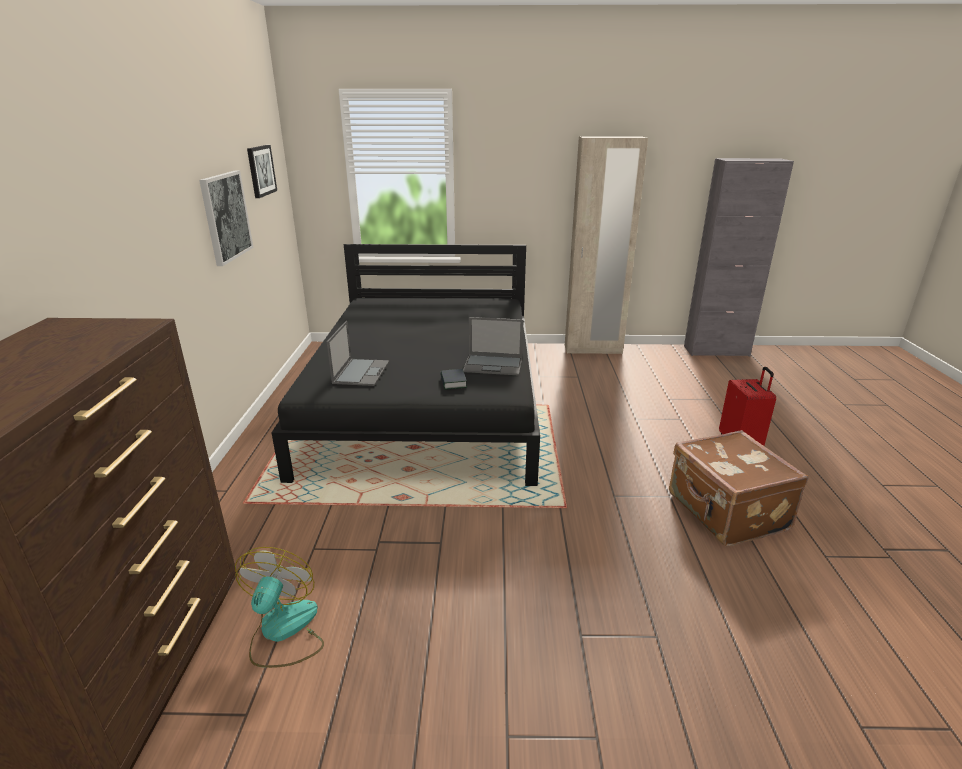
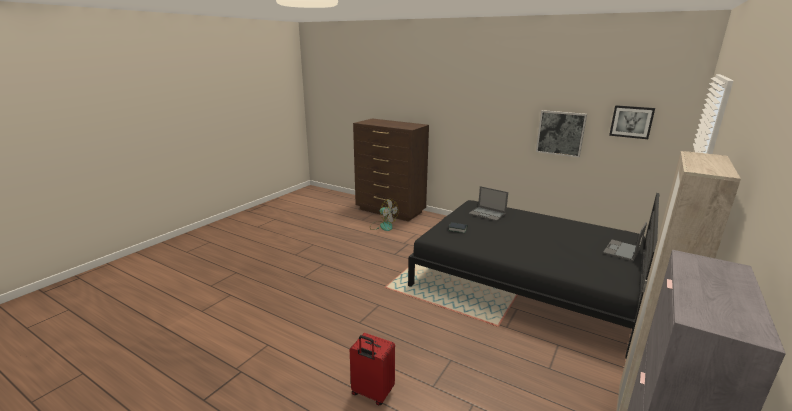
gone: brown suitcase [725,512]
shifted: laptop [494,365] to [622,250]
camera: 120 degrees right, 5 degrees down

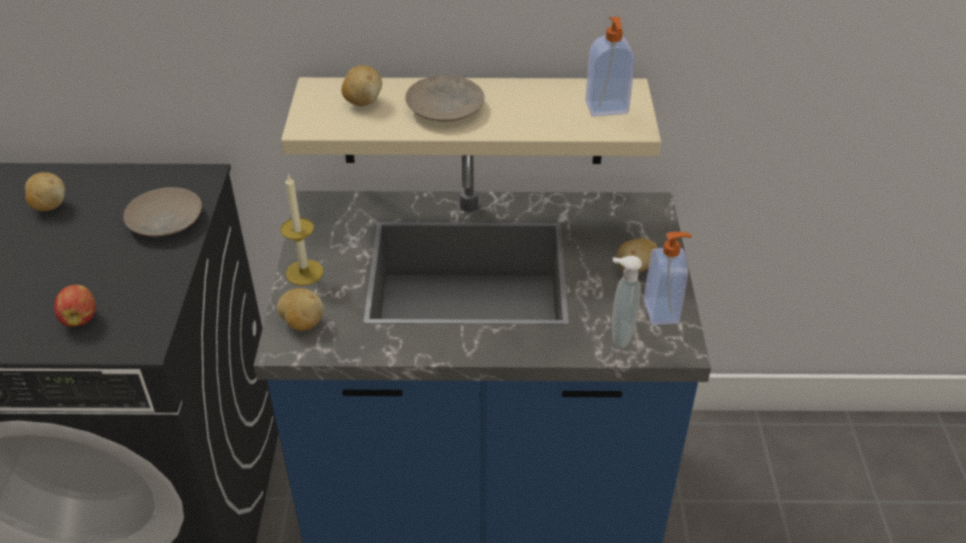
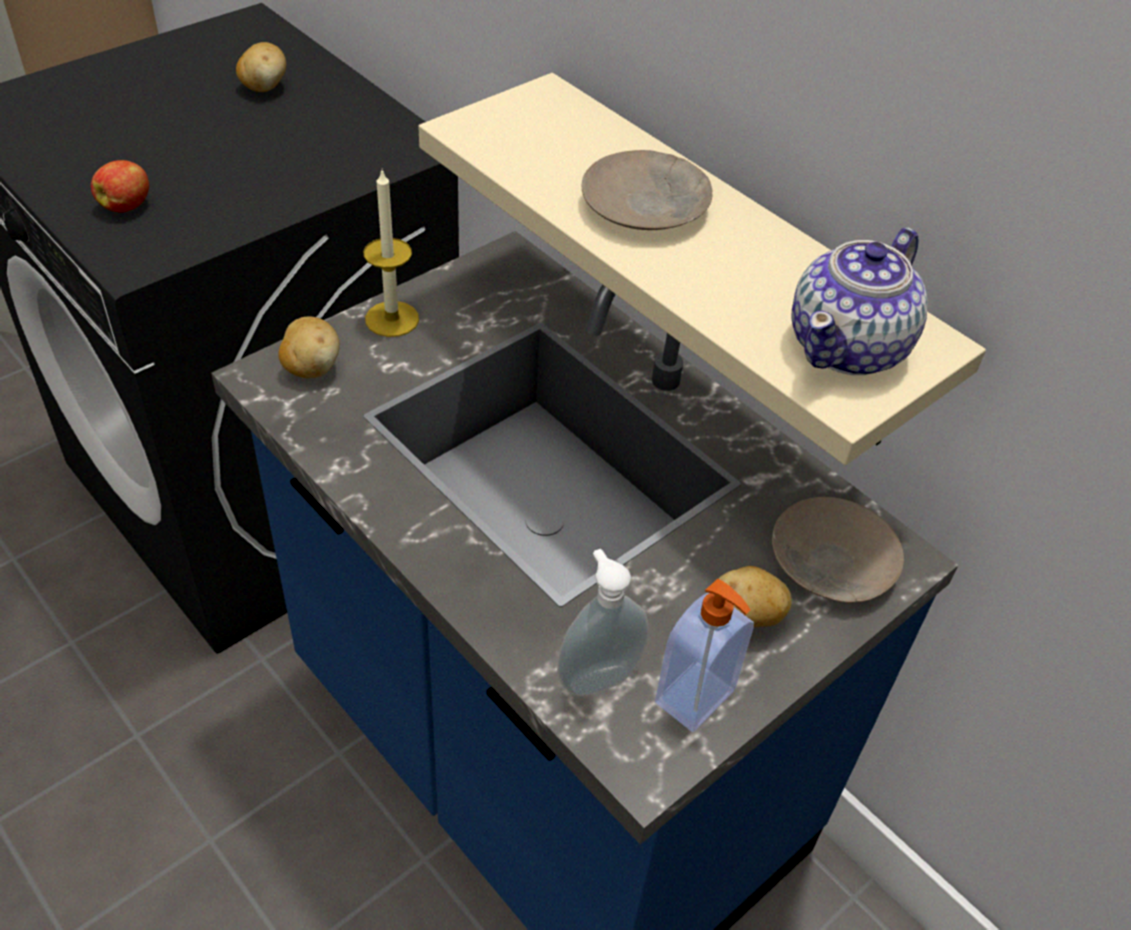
gone: potato [362,101]
shifted: beige plate [165,221] to [832,561]
swapped: soap dispenser [607,109] to teapot [849,347]
camera: 45 degrees right, 5 degrees up

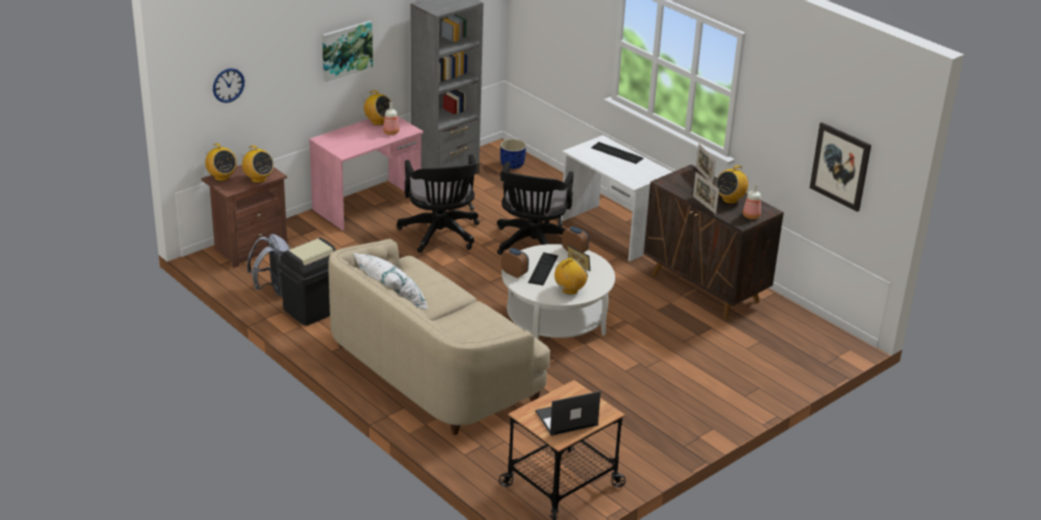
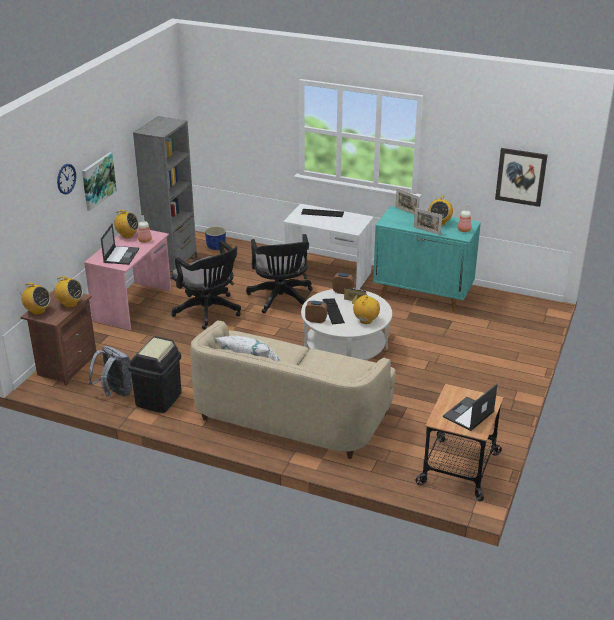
new: laptop [121,255]
shifted: wall clock [228,85] to [66,179]
repainted: brown cabinet [705,288] to turquoise cabinet [423,295]
camera: 25 degrees left, 0 degrees up

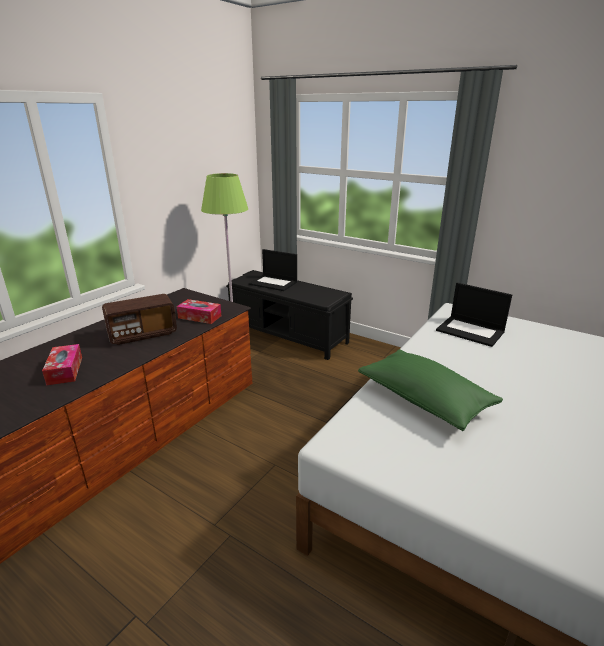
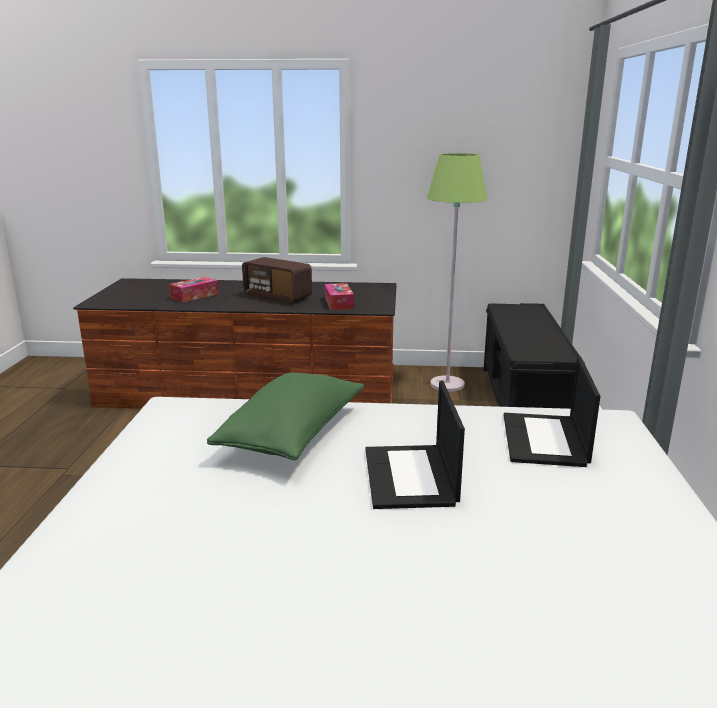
shifted: laptop [274,283] to [411,477]
camera: 60 degrees right, 5 degrees down

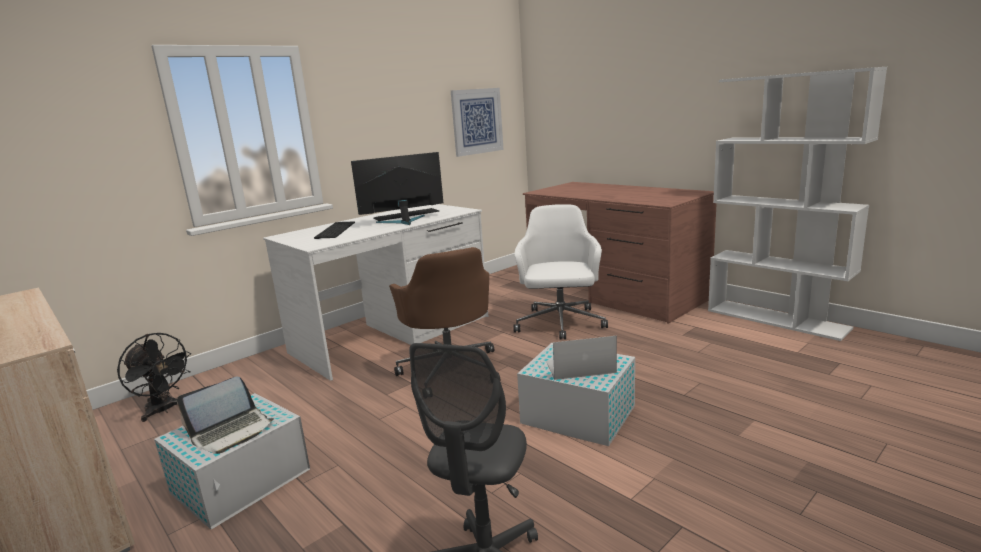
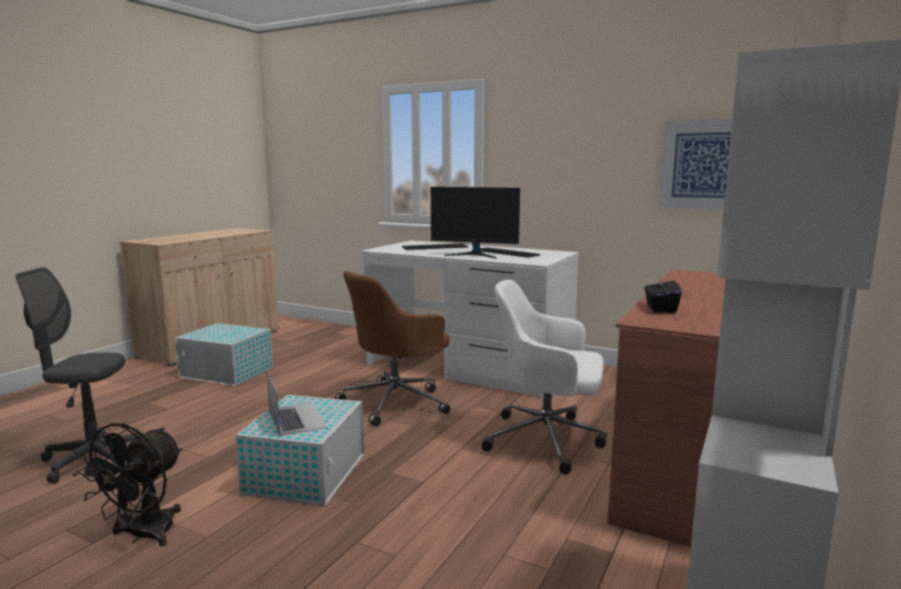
gone: laptop [232,432]
new: black tissue box [660,308]
shifted: black fan [163,410] to [143,535]
rotated: monitor [404,221] = [474,254] 150 degrees clockwise; white office chair [560,324] = [547,440] 150 degrees counterclockwise
camera: 70 degrees right, 5 degrees down

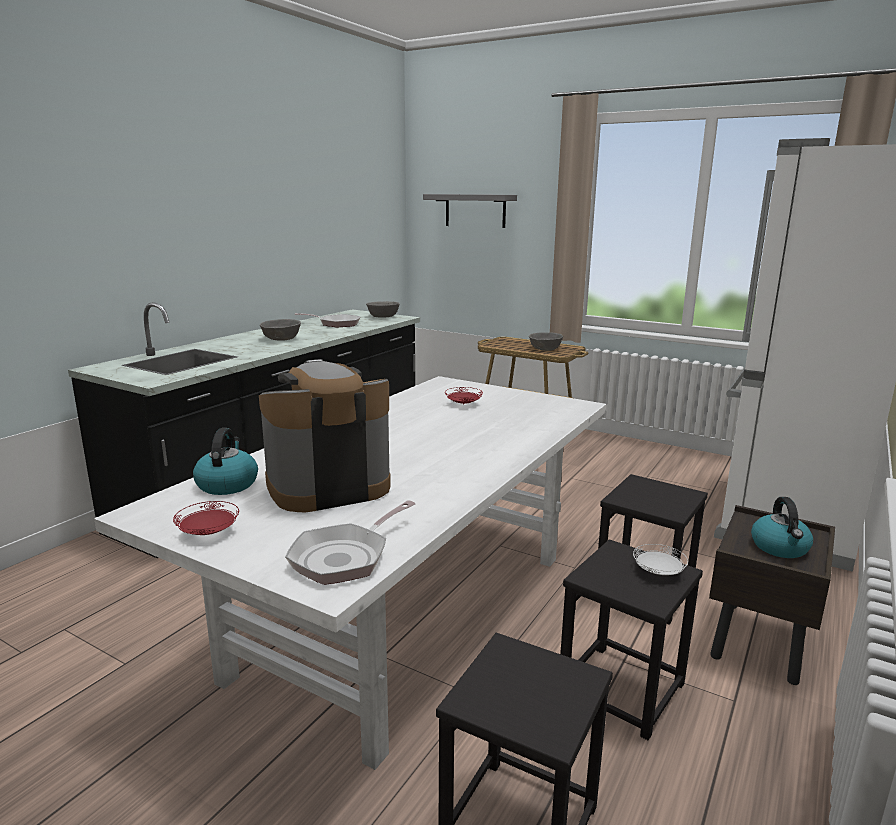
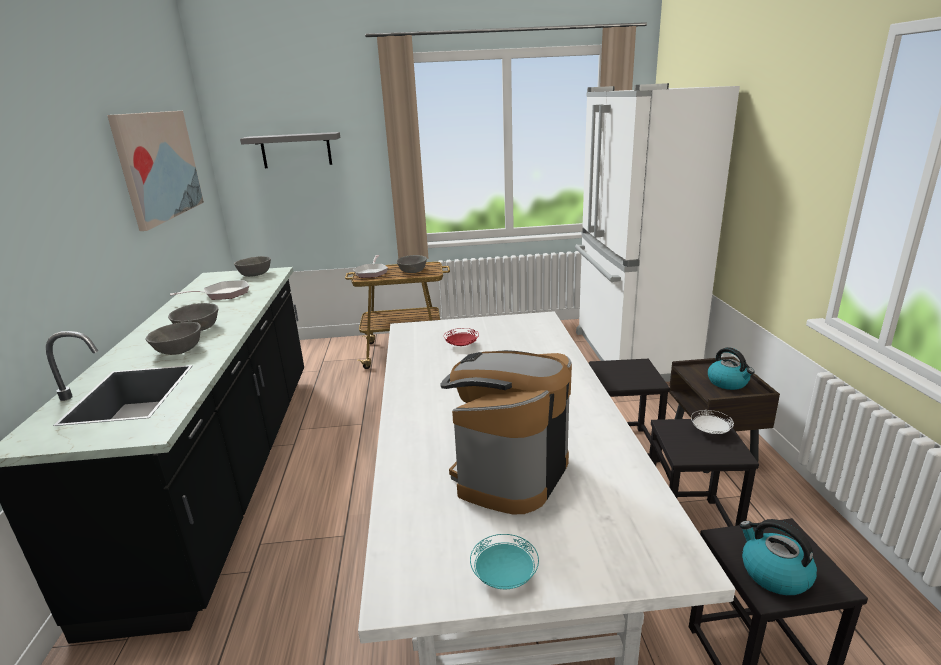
new: picture [158,165]; grey bowl [178,350]
shifted: kettle [227,484] to [774,573]; frying pan [345,557] to [371,272]
repainted: red plate [208,533] to turquoise plate [504,575]
camera: 35 degrees left, 5 degrees up

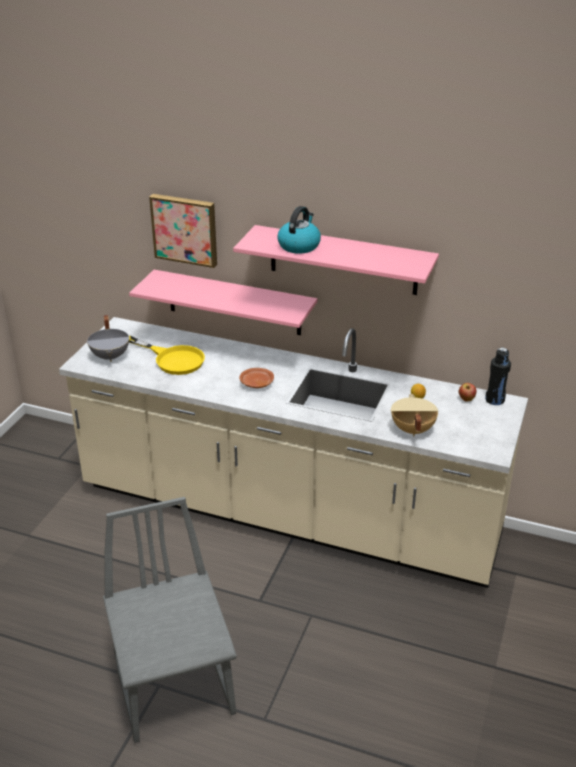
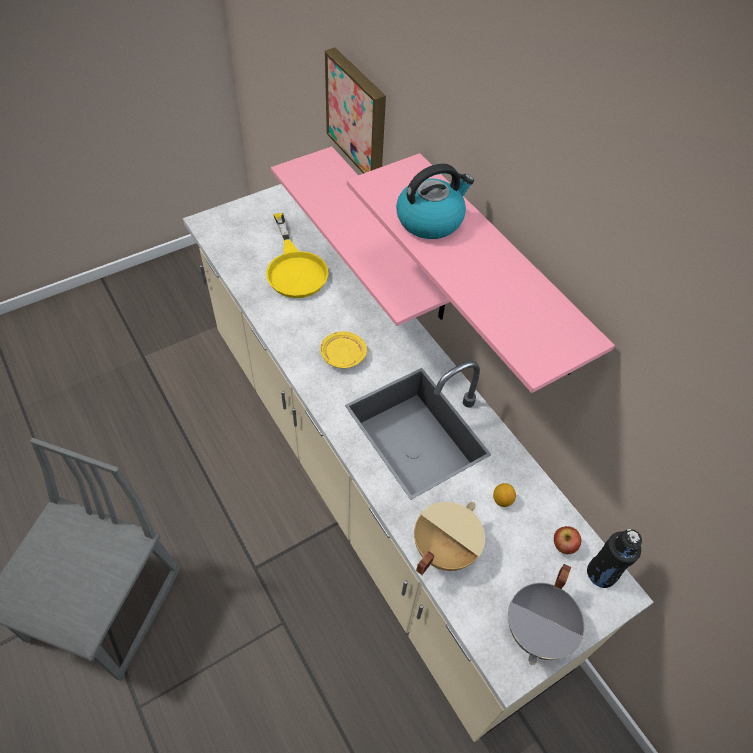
shifted: grey cooking pot [111,356] to [539,631]
repainted: brown plate [256,383] to yellow plate [342,355]
camera: 35 degrees right, 20 degrees up

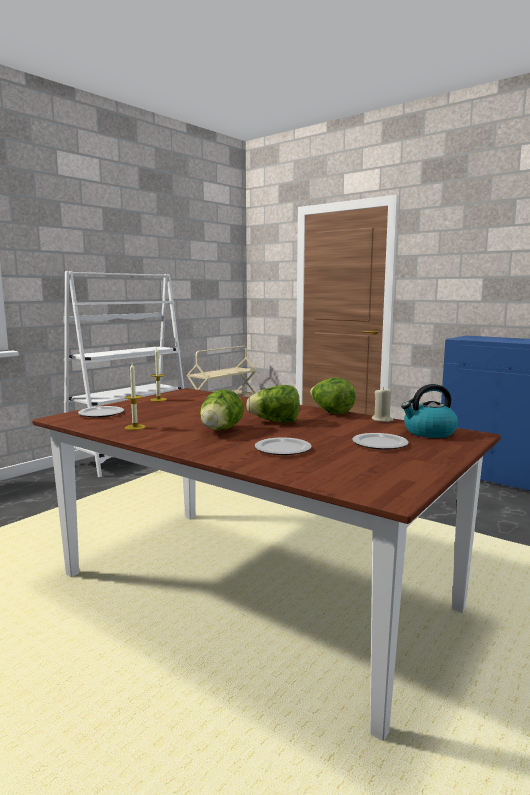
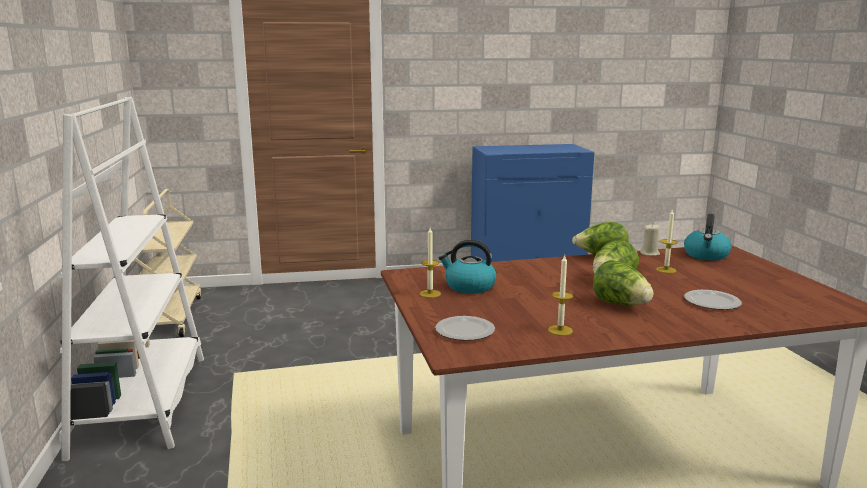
gone: plate [380,443]
new: kettle [469,286]; candle [666,270]
camera: 50 degrees left, 5 degrees up

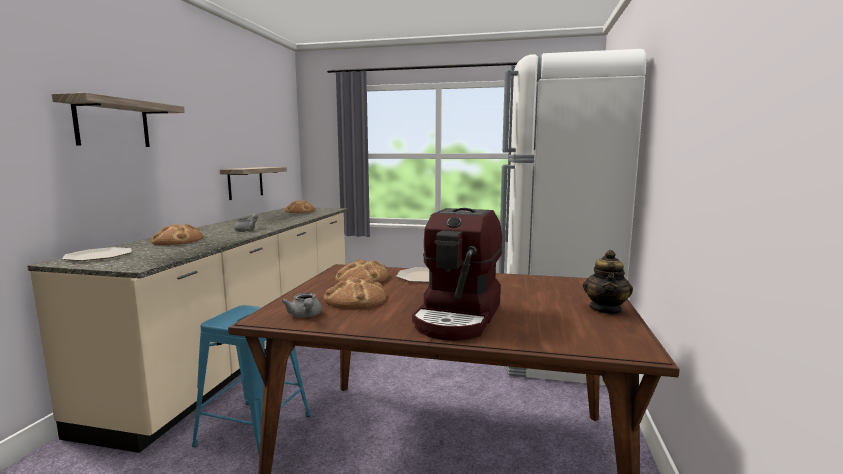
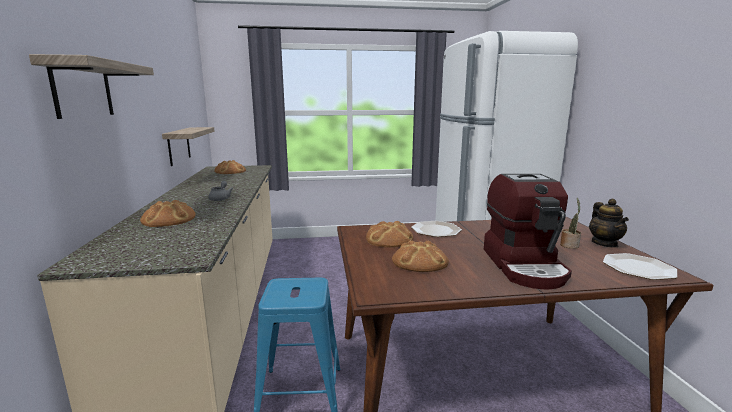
gone: grey teapot [305,316]
new: potted plant [569,245]
shifted: plate [99,255] to [638,267]
camera: 20 degrees left, 5 degrees up

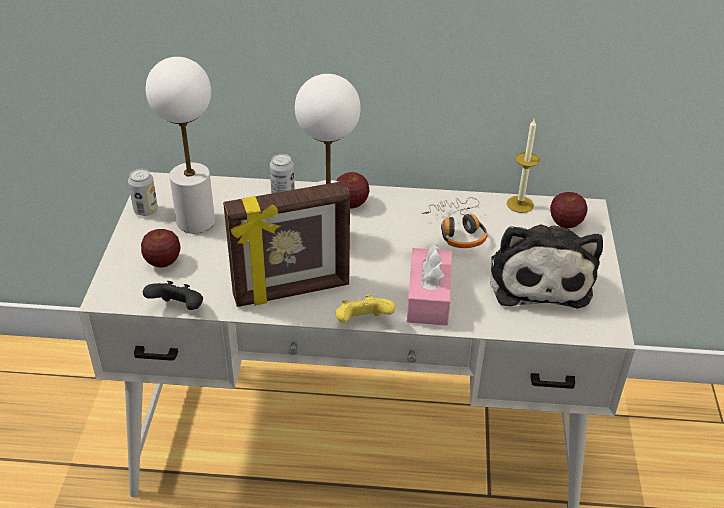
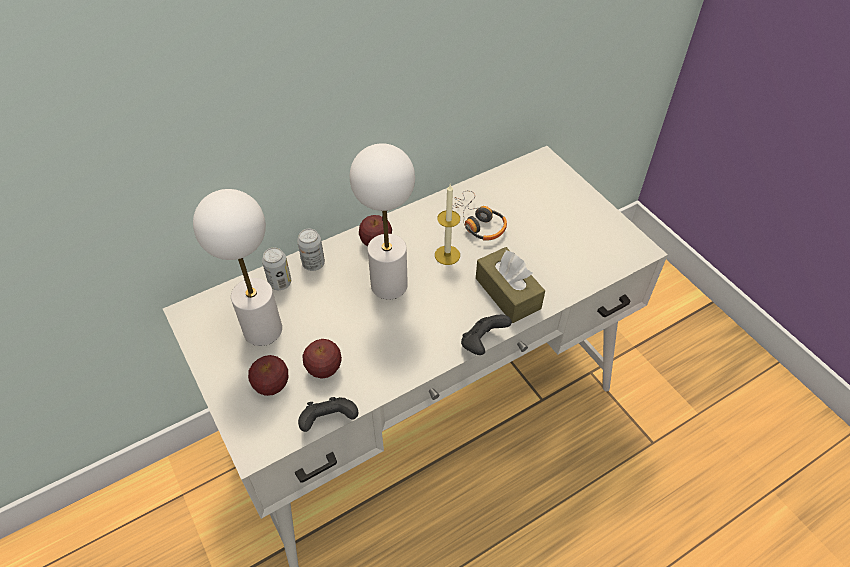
gone: picture frame [292,291]; plush toy [539,277]
shifted: can [145,210] to [280,283]; candle [520,204] to [447,255]; apple [566,223] to [324,369]
repainted: yellow game controller [362,323] to black game controller [482,343]; pink tissue box [428,298] to brown tissue box [507,293]
camera: 35 degrees left, 10 degrees up

